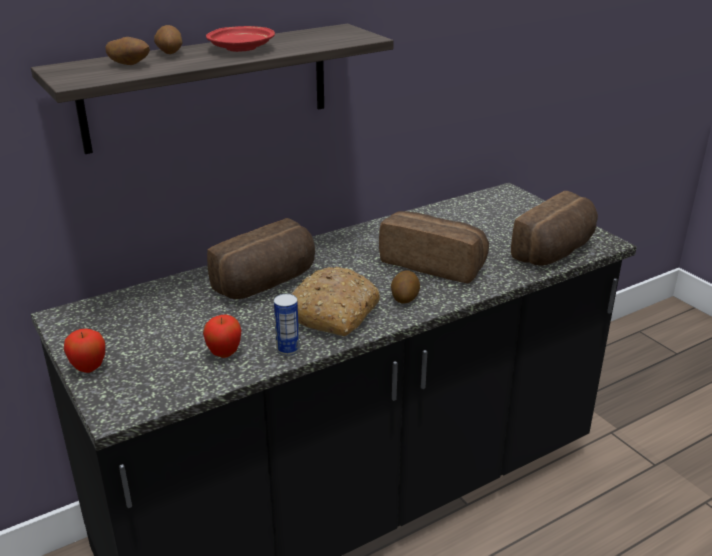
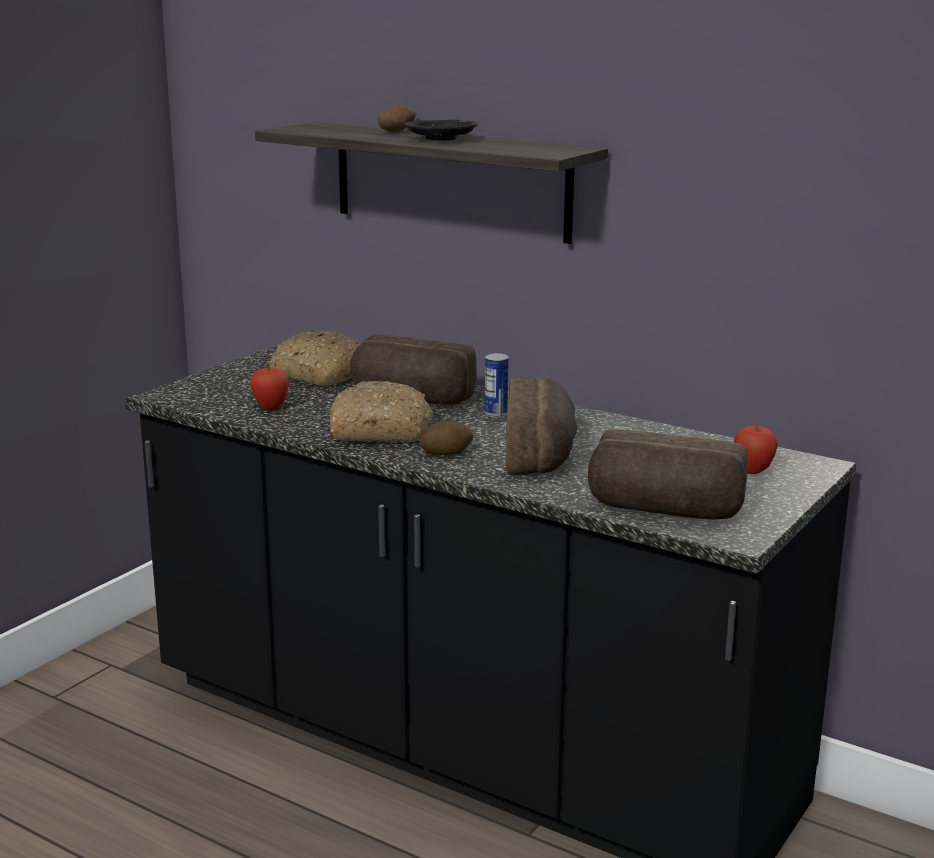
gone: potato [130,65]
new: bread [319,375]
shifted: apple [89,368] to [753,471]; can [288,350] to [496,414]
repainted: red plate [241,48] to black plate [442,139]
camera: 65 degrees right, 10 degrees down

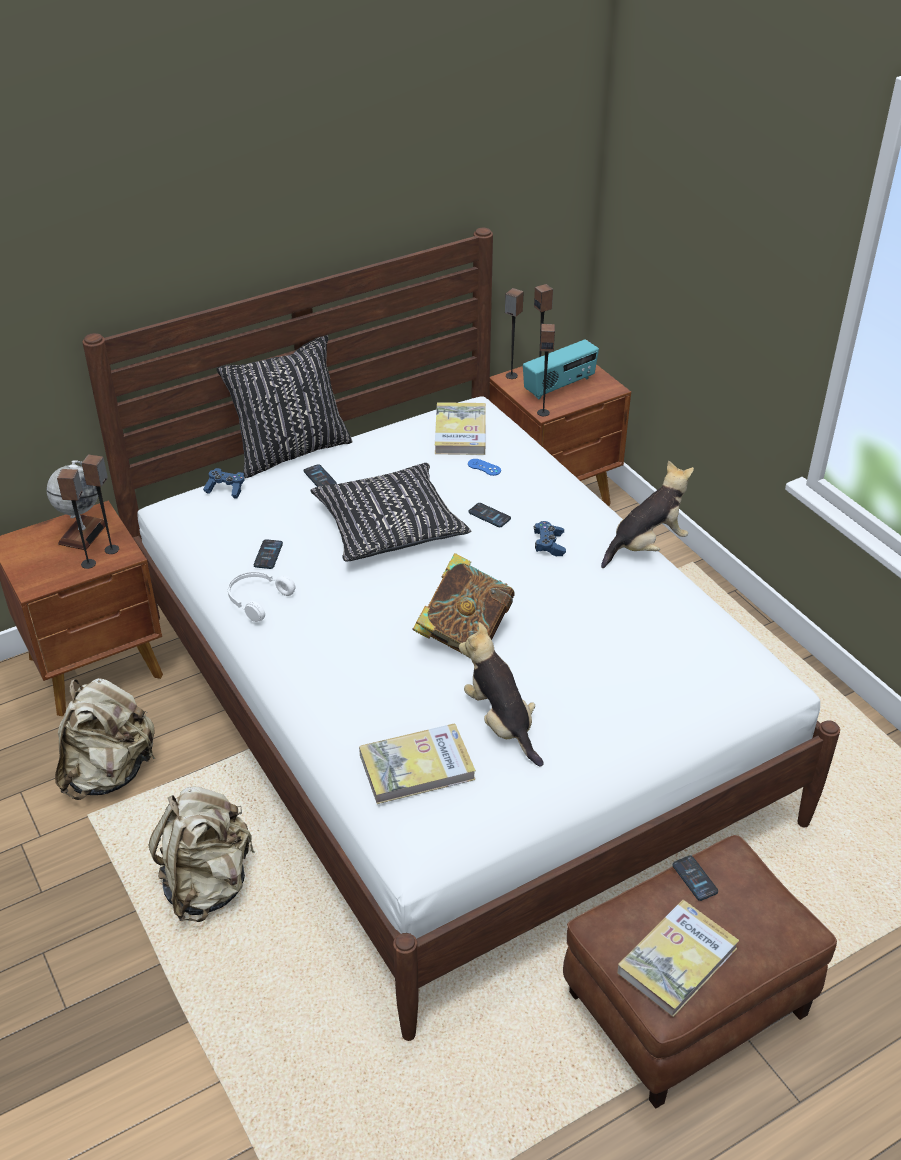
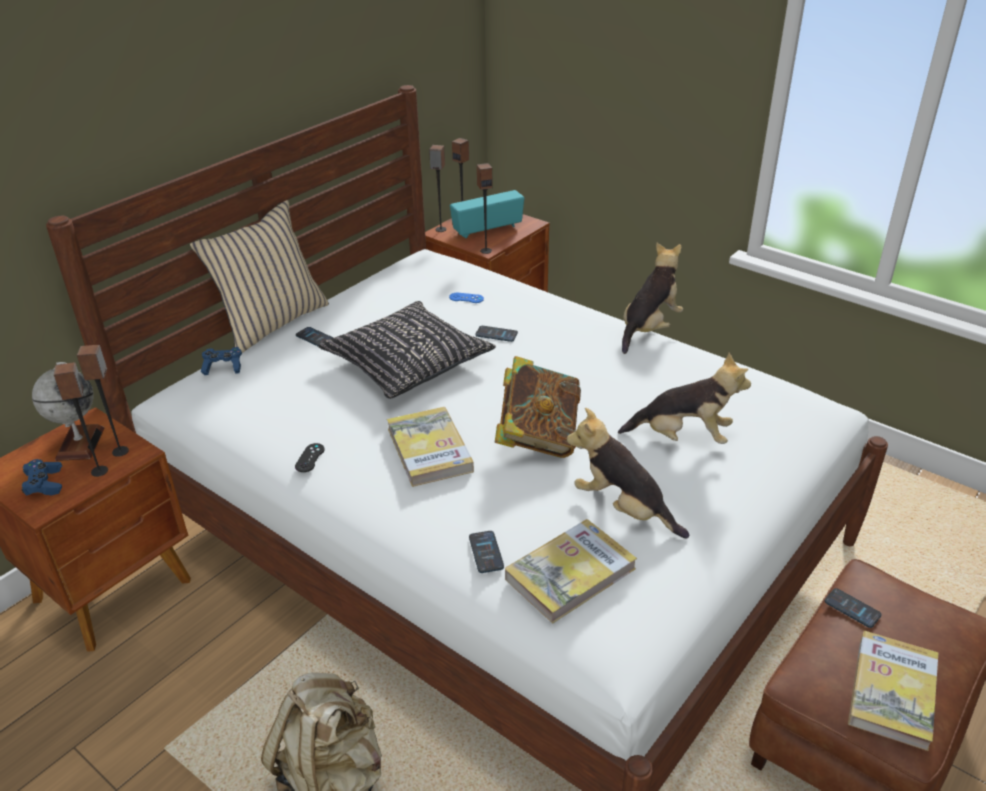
gone: beige backpack [109,772]
new: plush toy [683,437]
shifted: phone [268,555] to [486,552]; book [460,432] to [429,450]; blue game controller [549,545] to [45,484]
swapped: white headphones [257,599] to black game controller [310,458]
repainted: black pillow [290,451] to beige pillow [271,323]
rotated: radio [559,386] = [487,229] 150 degrees counterclockwise
camera: 20 degrees left, 5 degrees down

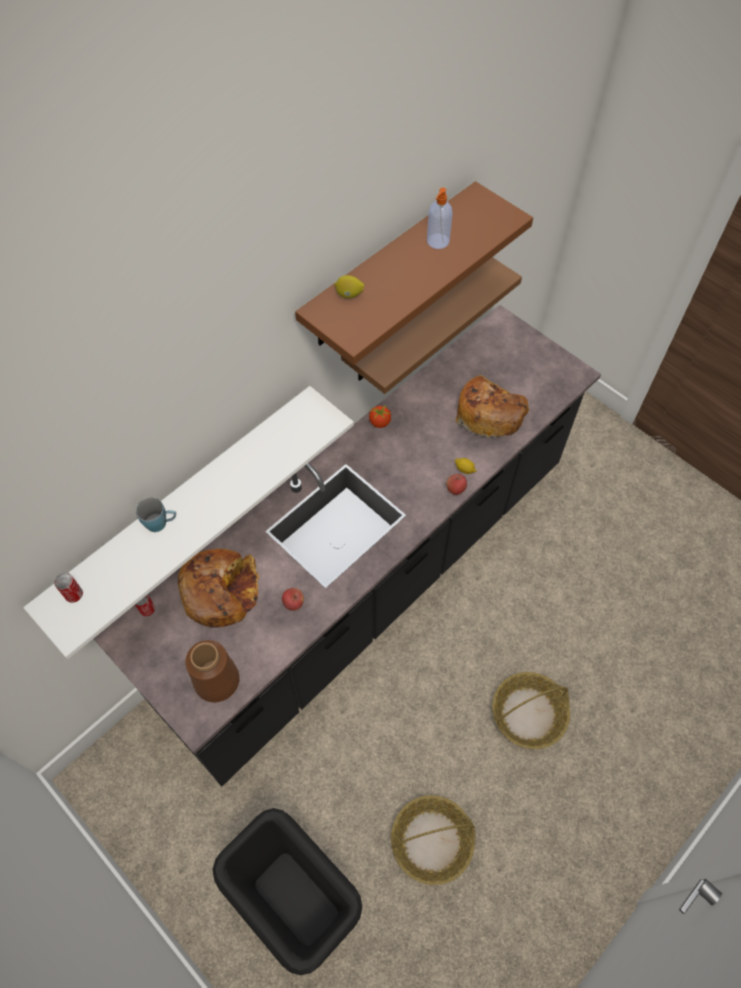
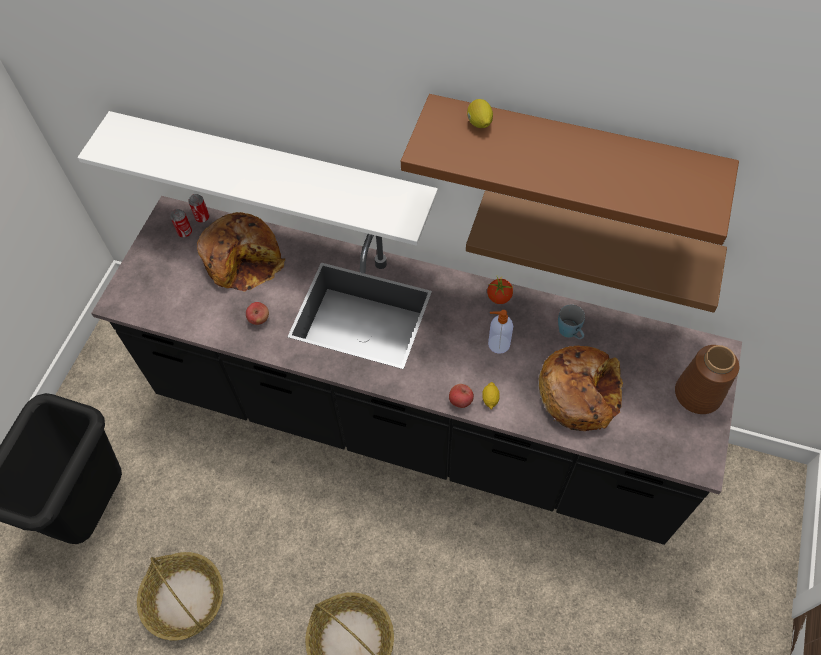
shifted: can [74,595] to [185,232]; blue mug [161,523] to [570,333]; brown vase [216,680] to [697,393]; soap dispenser [437,242] to [498,344]
camera: 65 degrees right, 0 degrees up

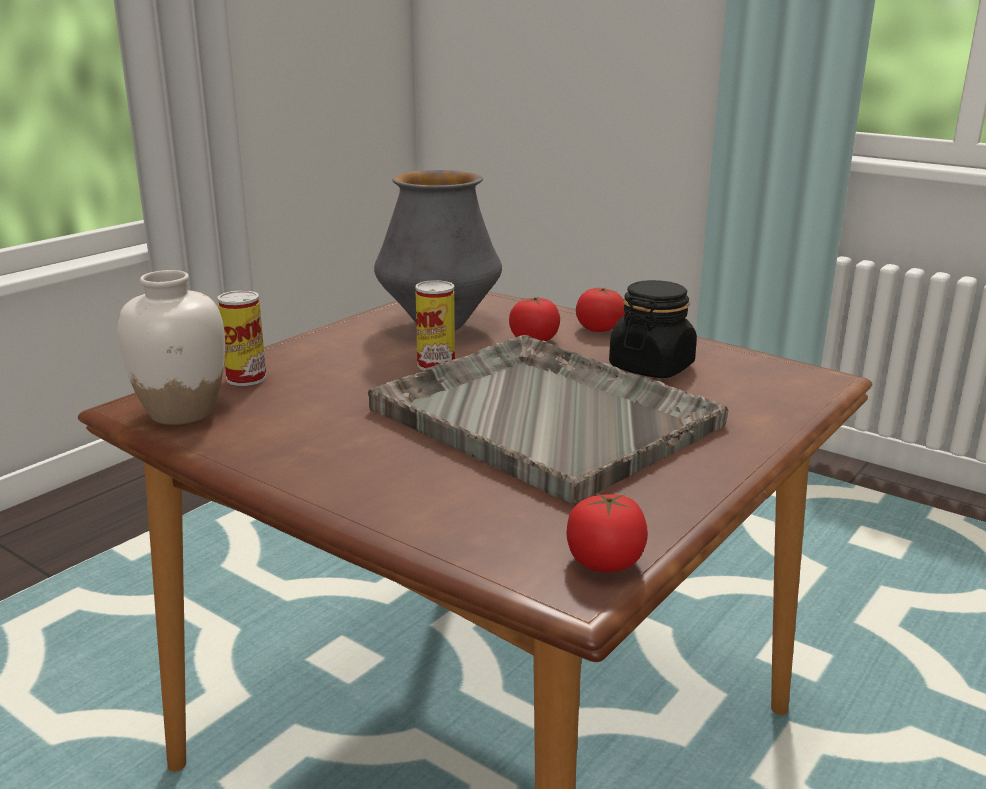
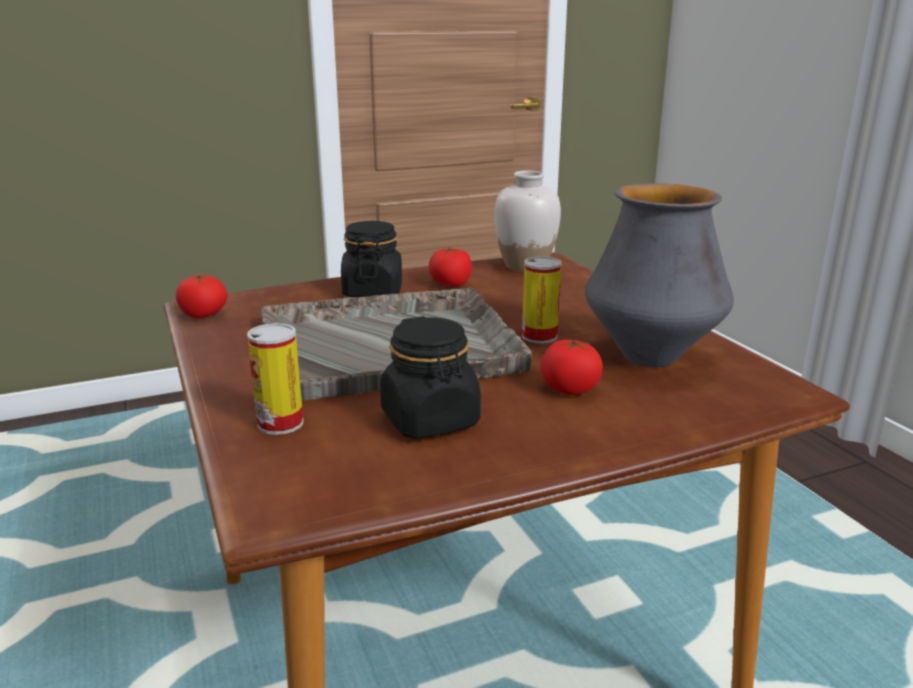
new: black jar [372,291]
shifted: can [246,378] to [280,423]; tomato [599,329] to [451,284]
camera: 120 degrees right, 0 degrees up

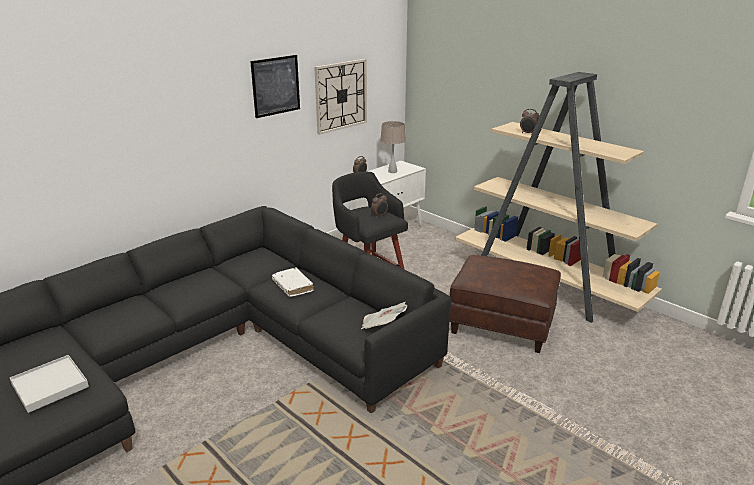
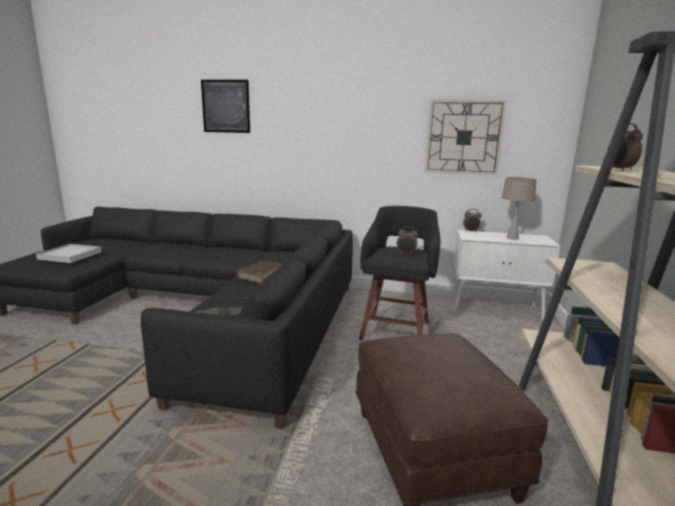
shifted: picture [276,86] to [226,106]
repainted: white book [292,286] to brown book [260,276]
camera: 55 degrees right, 10 degrees down

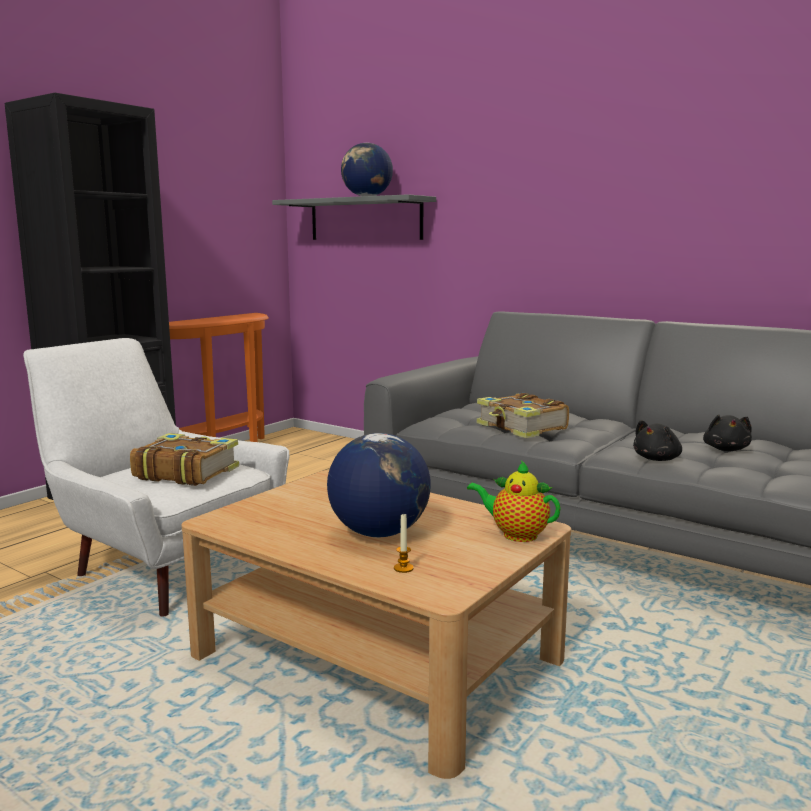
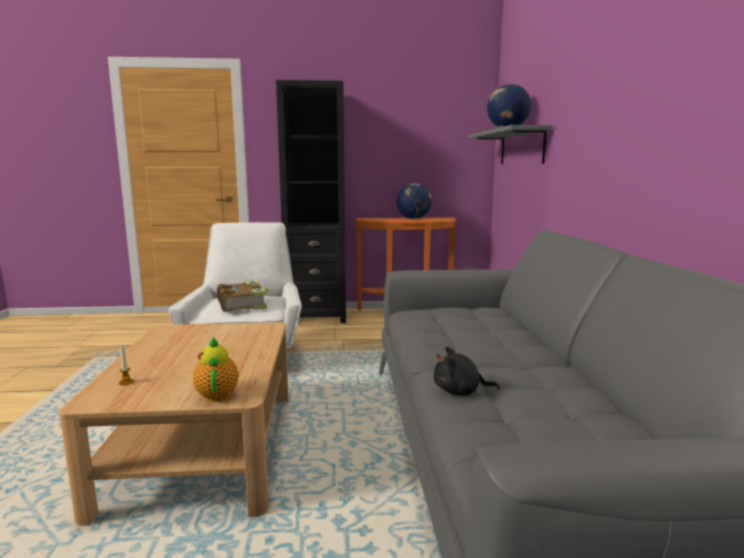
gone: book [521,428]; black plush toy [726,449]
shifted: globe [379,533] to [413,219]
camera: 50 degrees right, 0 degrees up

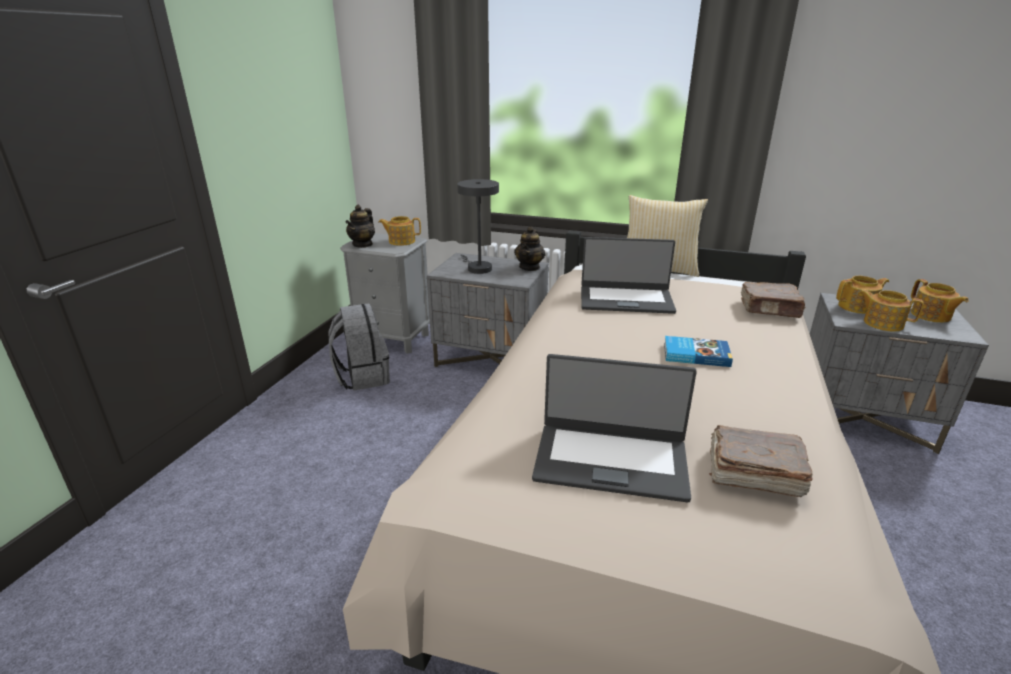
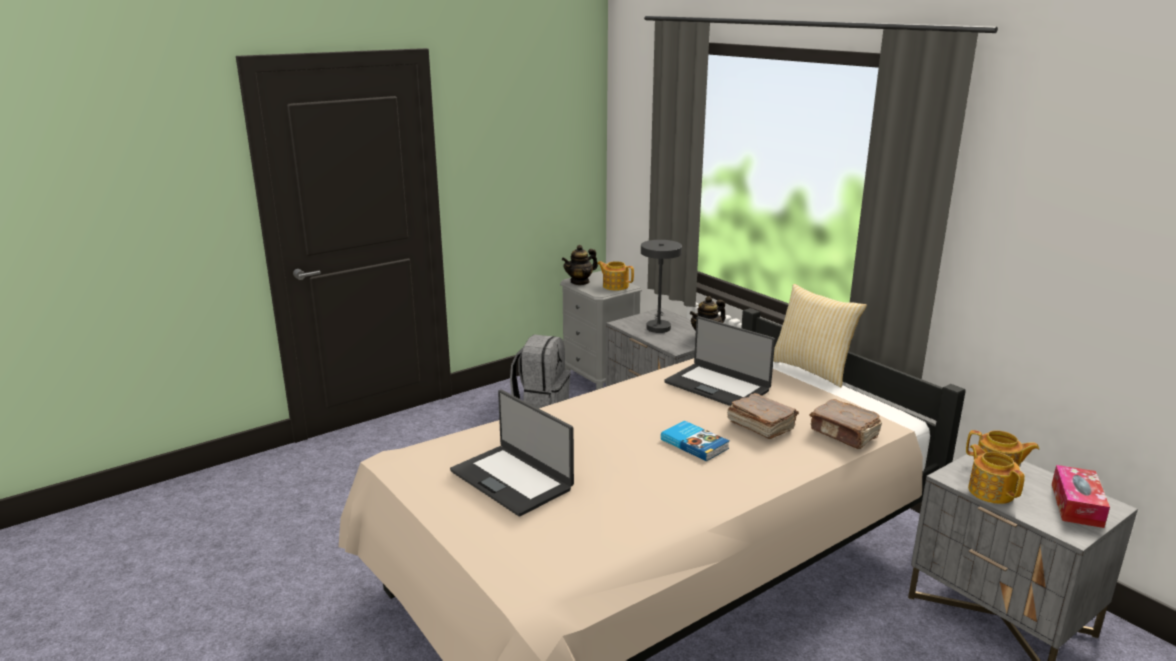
shifted: brown book [752,474] to [760,426]
swapped: teapot [931,316] to tissue box [1076,505]
camera: 35 degrees right, 5 degrees down

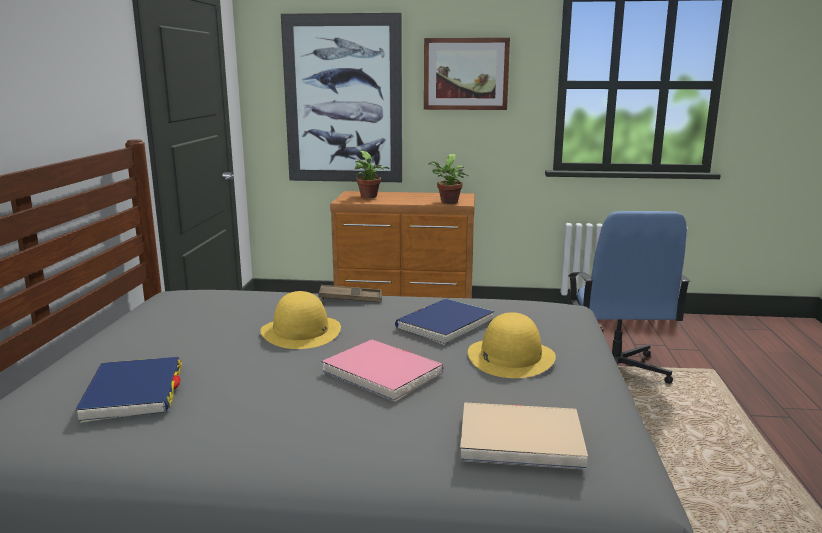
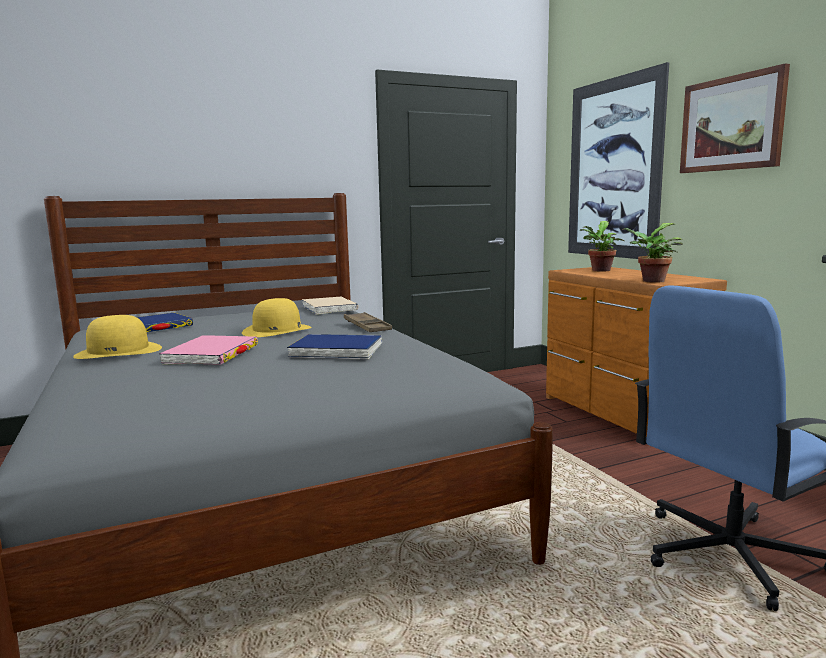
shifted: beige book [520,440] to [329,308]; yellow hat [510,357] to [119,351]
camera: 60 degrees right, 5 degrees down

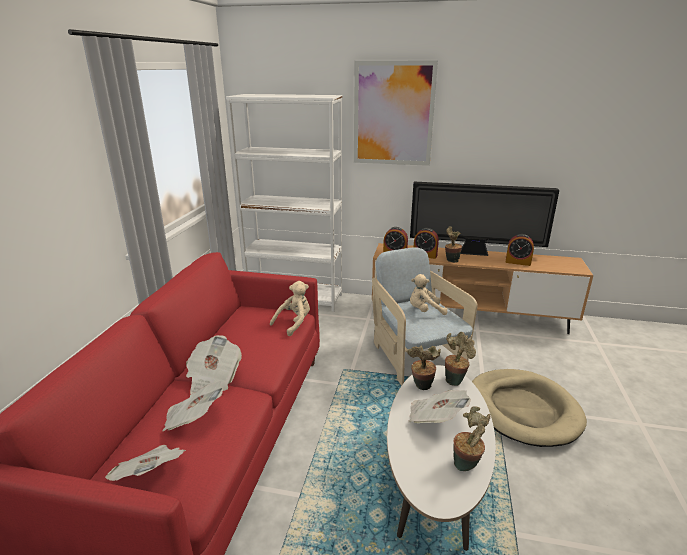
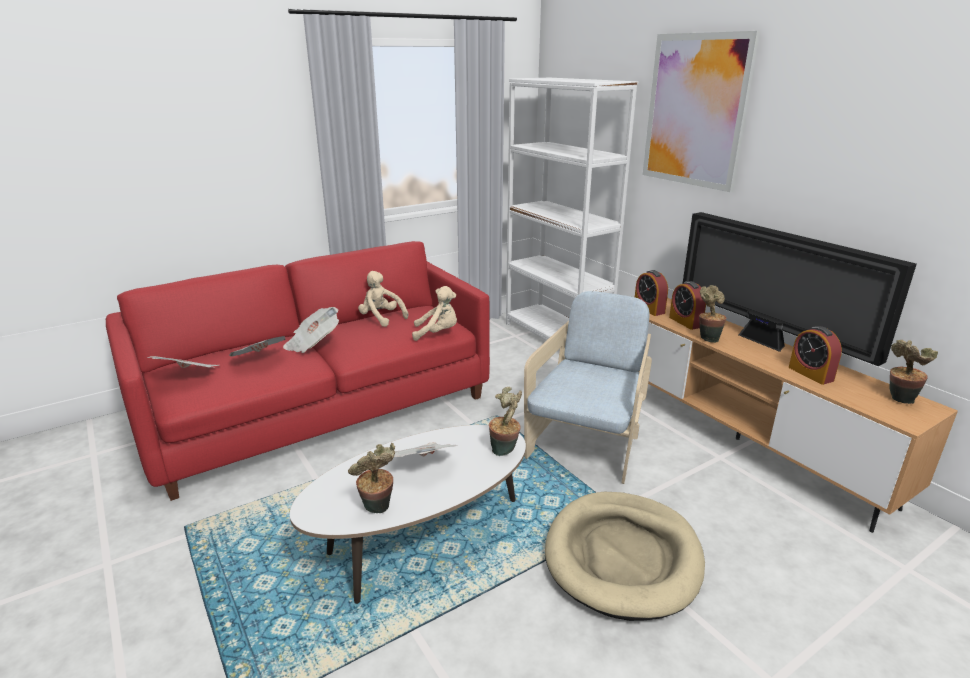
shifted: potted plant [421,387] to [899,400]; beige plush toy [424,311] to [381,318]
camera: 45 degrees right, 0 degrees up

